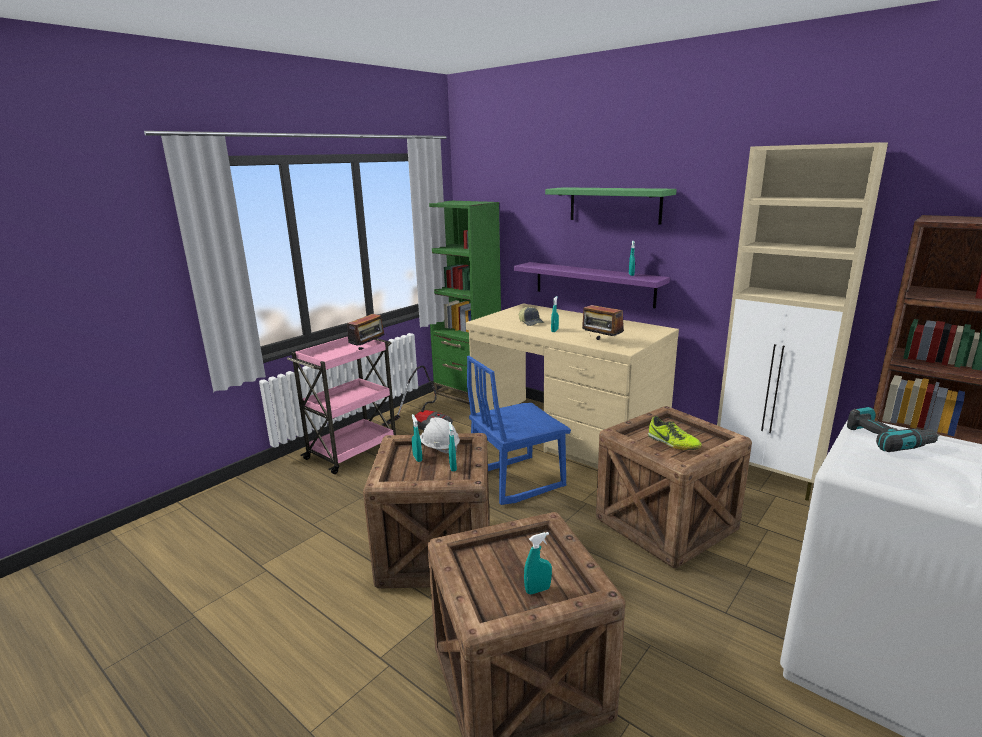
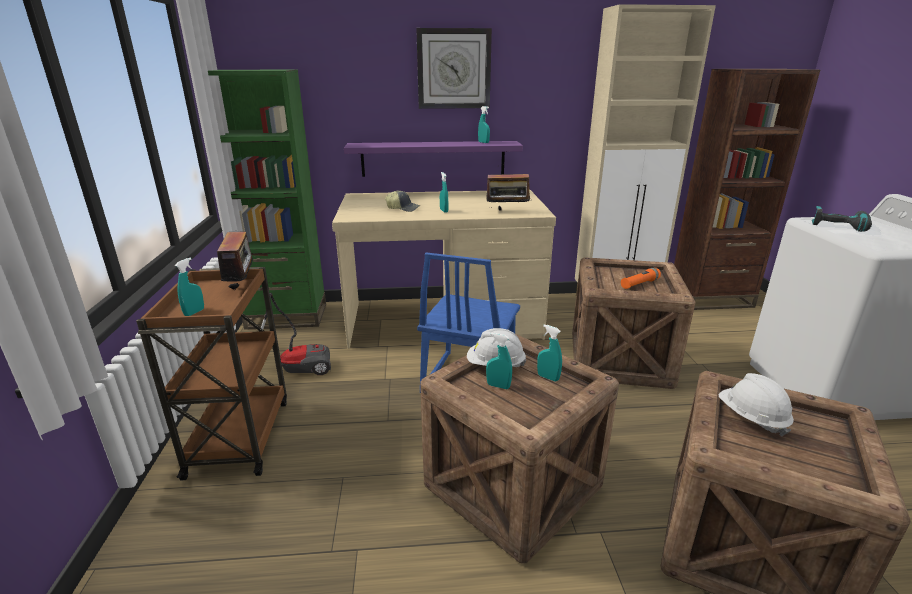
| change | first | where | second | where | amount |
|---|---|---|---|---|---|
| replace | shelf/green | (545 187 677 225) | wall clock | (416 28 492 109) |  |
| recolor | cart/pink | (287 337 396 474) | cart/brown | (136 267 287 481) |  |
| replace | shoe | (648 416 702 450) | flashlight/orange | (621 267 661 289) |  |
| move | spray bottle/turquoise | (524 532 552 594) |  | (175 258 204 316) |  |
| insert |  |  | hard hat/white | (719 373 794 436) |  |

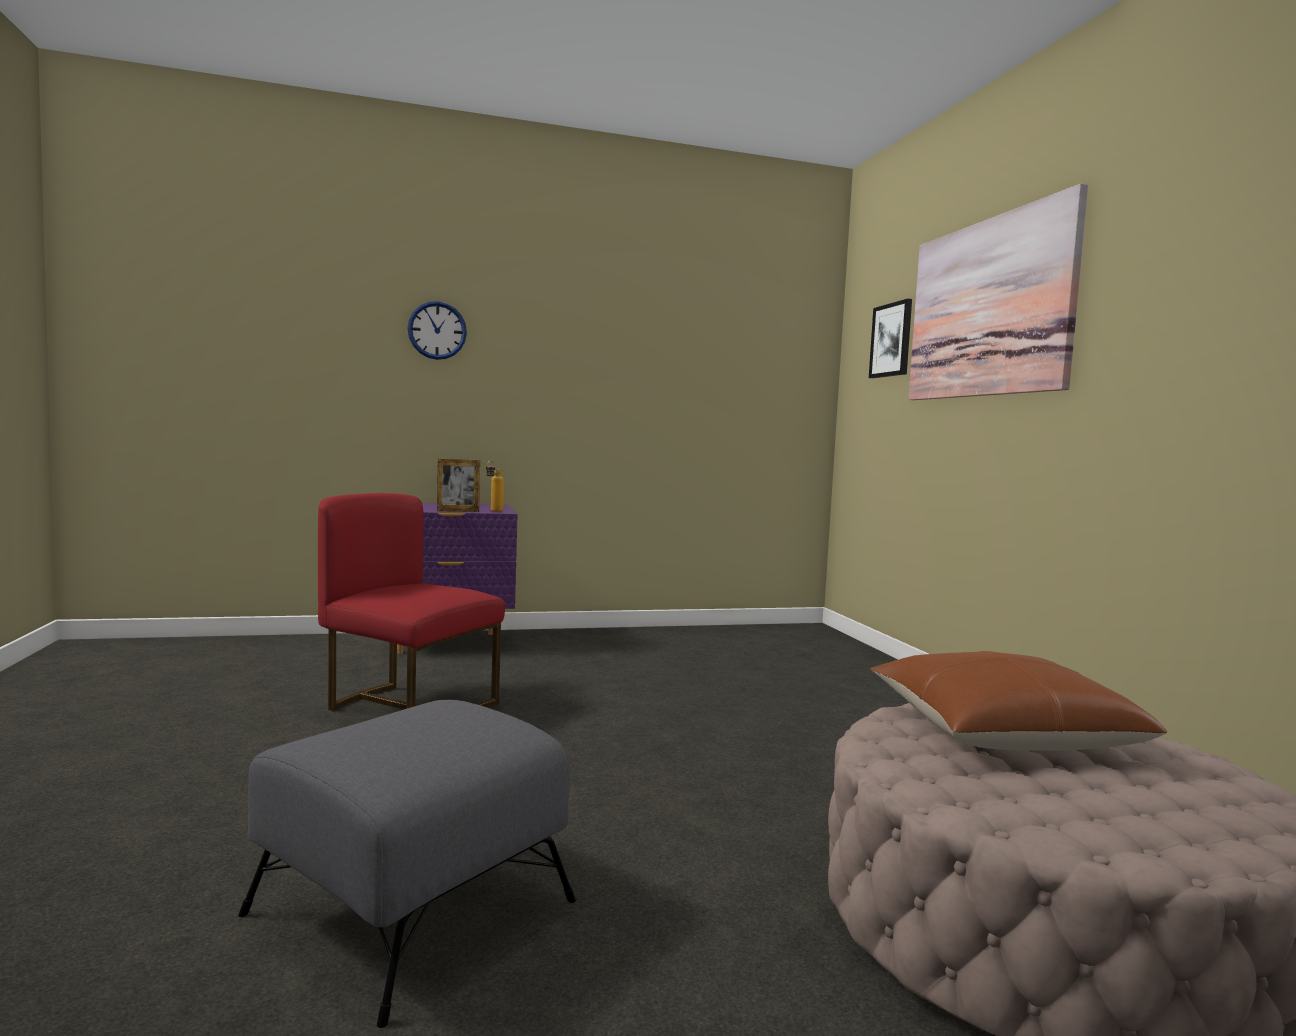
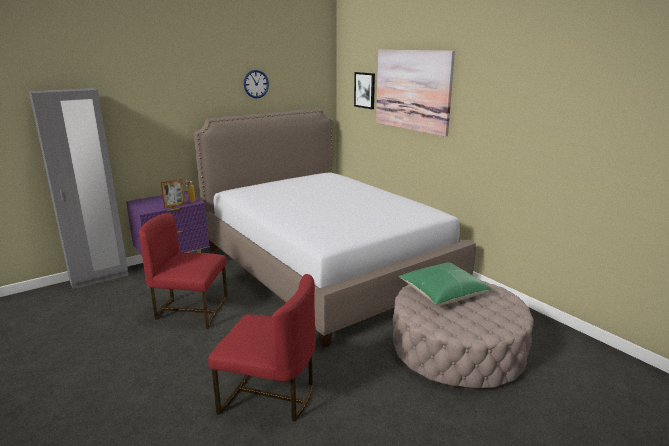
| change | first | where | second | where | amount |
|---|---|---|---|---|---|
| move | wall clock | (407 301 467 360) |  | (244 70 269 98) |  |
| recolor | pillow/brown | (870 651 1168 751) | pillow/green | (398 262 491 306) |  |
| replace | ottoman/grey | (238 700 576 1028) | chair/red | (208 274 316 421) |  |
| insert |  |  | wardrobe/grey | (29 88 129 289) |  |
| insert |  |  | bed | (194 109 476 348) |  |

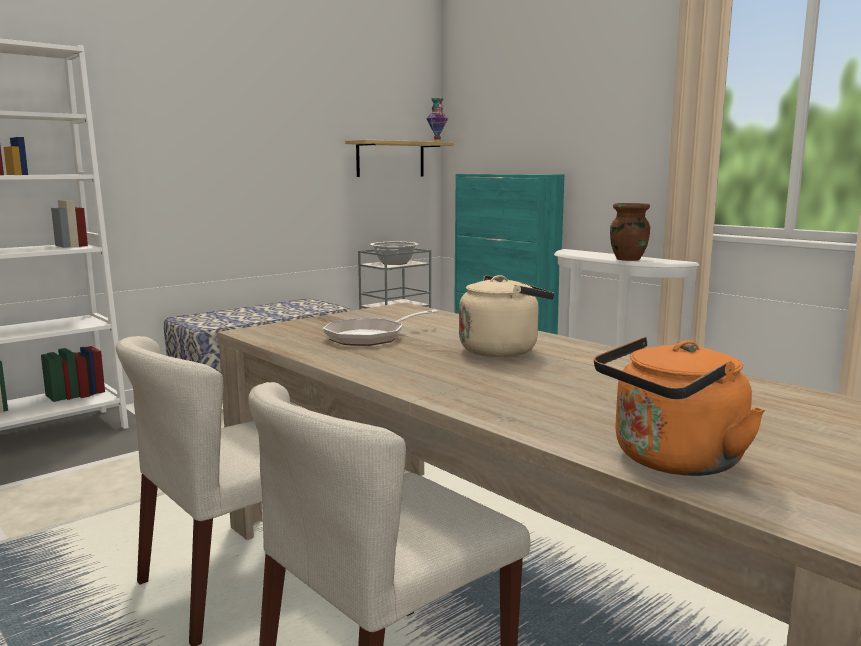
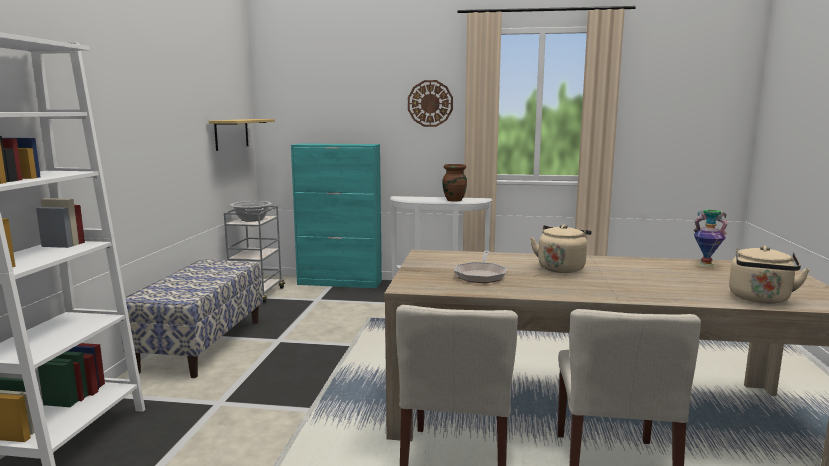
| change | first | where | second | where | amount |
|---|---|---|---|---|---|
| move | vase | (426 98 448 142) |  | (693 210 728 268) |  |
| recolor | kettle/orange | (594 337 765 476) | kettle/beige | (729 246 810 304) |  |
| insert |  |  | wall clock | (408 80 453 127) |  |

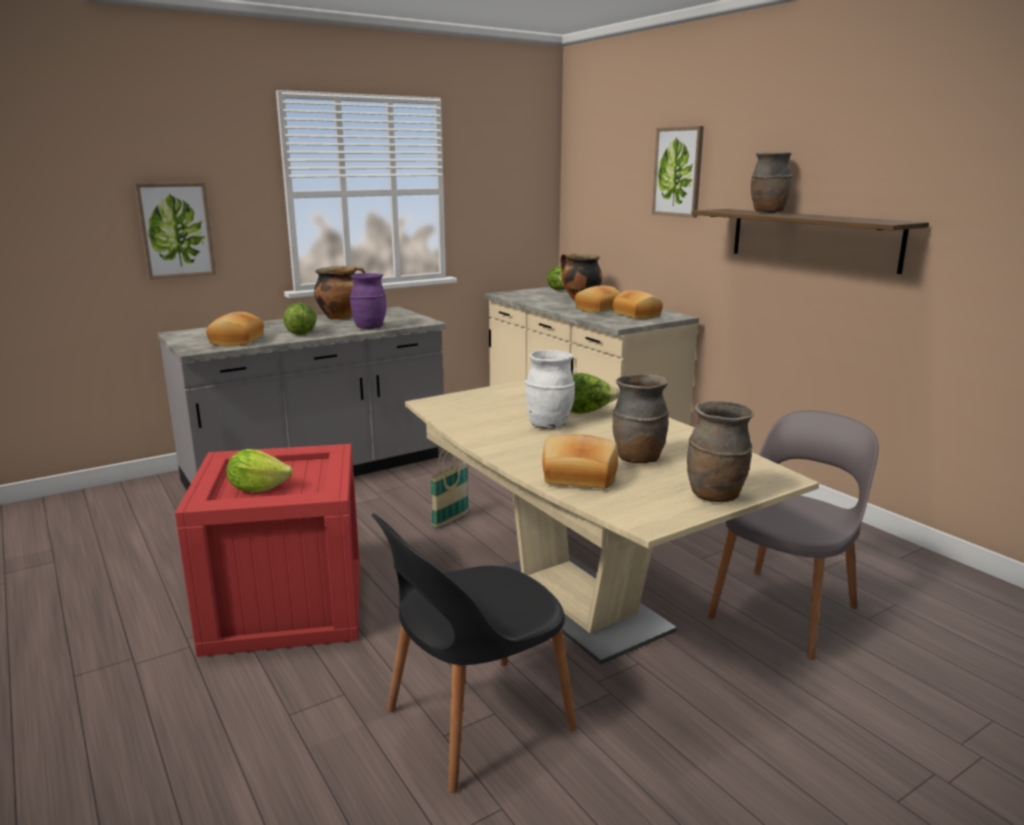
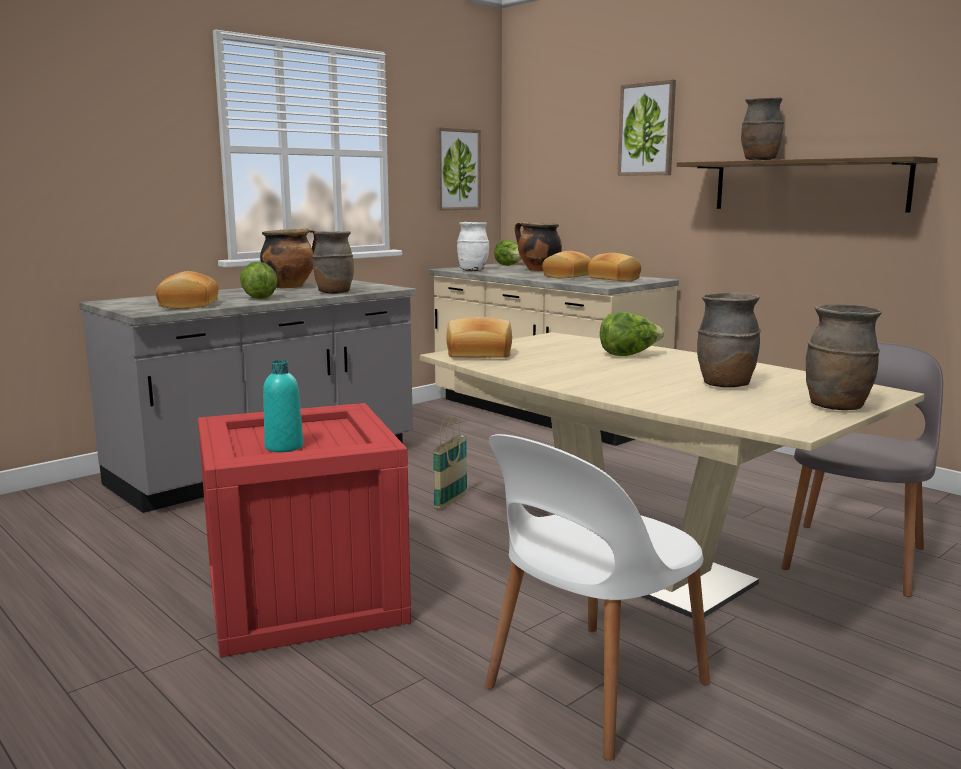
| change | first | where | second | where | amount |
|---|---|---|---|---|---|
| move | picture | (134 182 216 279) |  | (436 127 481 211) |  |
| recolor | vase/purple | (350 273 387 329) | vase/brown | (312 231 354 294) |  |
| move | vase/white | (525 350 575 429) |  | (457 222 489 271) |  |
| move | bread | (542 434 618 489) |  | (446 317 512 358) |  |
| replace | lettuce | (226 449 293 492) | bottle/turquoise | (263 360 303 452) |  |
| recolor | chair/black | (371 513 577 793) | chair/white | (485 434 710 761) |  |

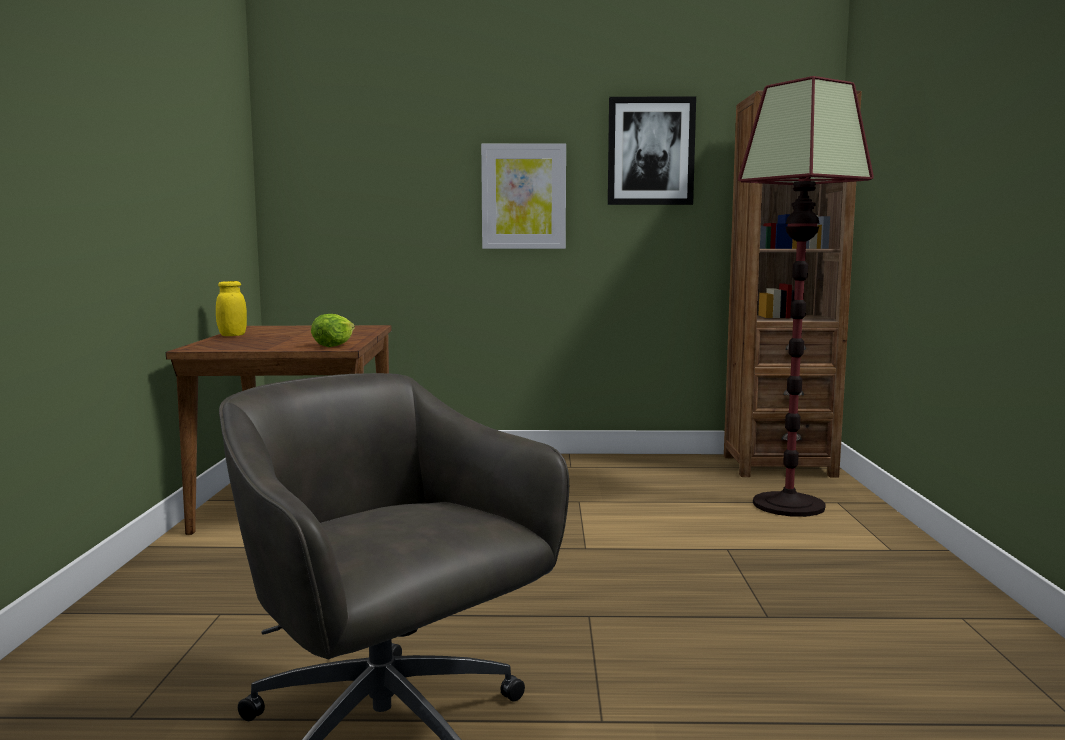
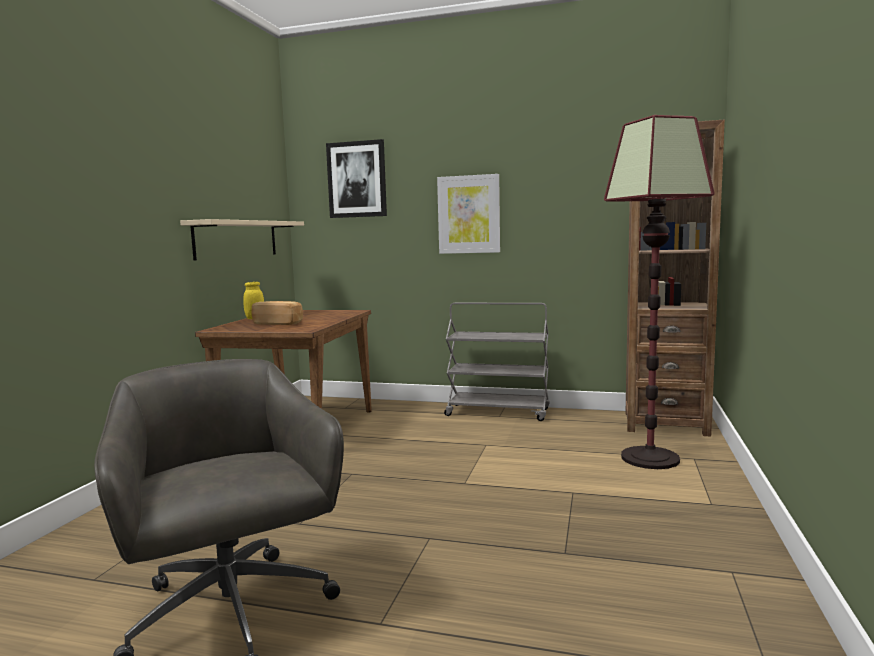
| change | first | where | second | where | amount |
|---|---|---|---|---|---|
| move | picture | (608 97 696 205) |  | (326 139 387 218) |  |
| delete | lettuce | (311 314 355 347) |  |  |  |
| insert |  |  | shelf/beige | (180 219 304 261) |  |
| insert |  |  | bread | (252 301 303 325) |  |
| insert |  |  | cart/grey | (444 303 550 421) |  |

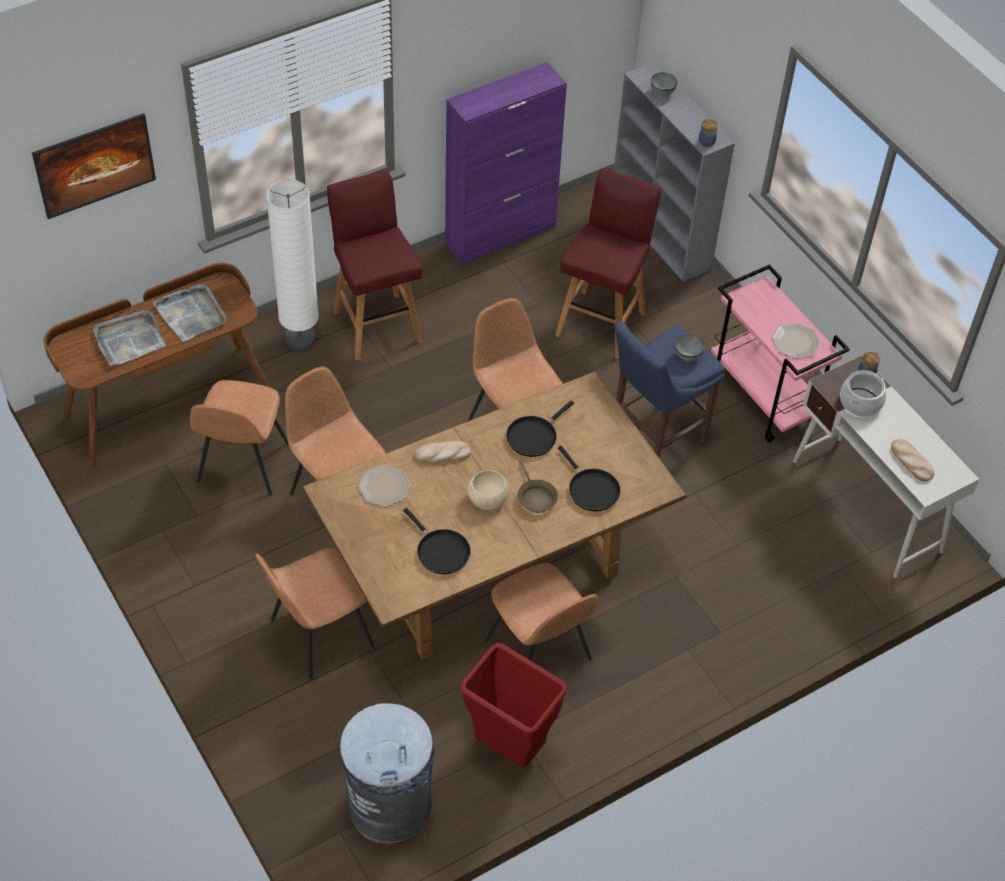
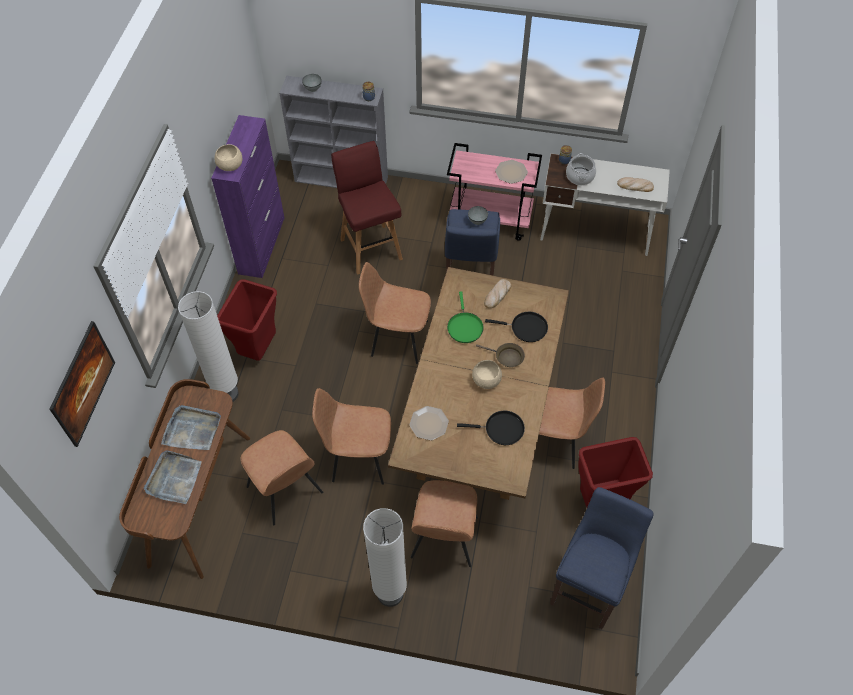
| change | first | where | second | where | amount |
|---|---|---|---|---|---|
| replace | stool/red | (327 171 423 361) | trash can/red | (217 279 277 361) |  |
| recolor | frying pan/black | (506 401 574 457) | frying pan/green | (447 291 484 343) |  |
| move | bread | (414 441 471 463) |  | (484 279 511 308) |  |
| replace | trash can/grey | (340 703 435 844) | stool/blue | (550 487 654 629) |  |
| insert |  |  | bowl/beige | (214 144 242 171) |  |
| insert |  |  | floor lamp/white | (363 508 407 607) |  |

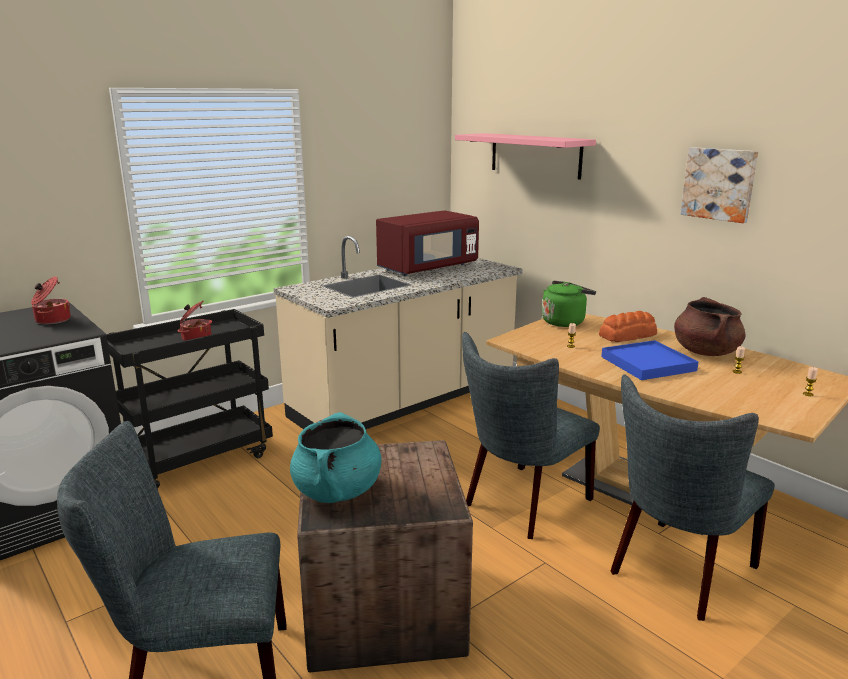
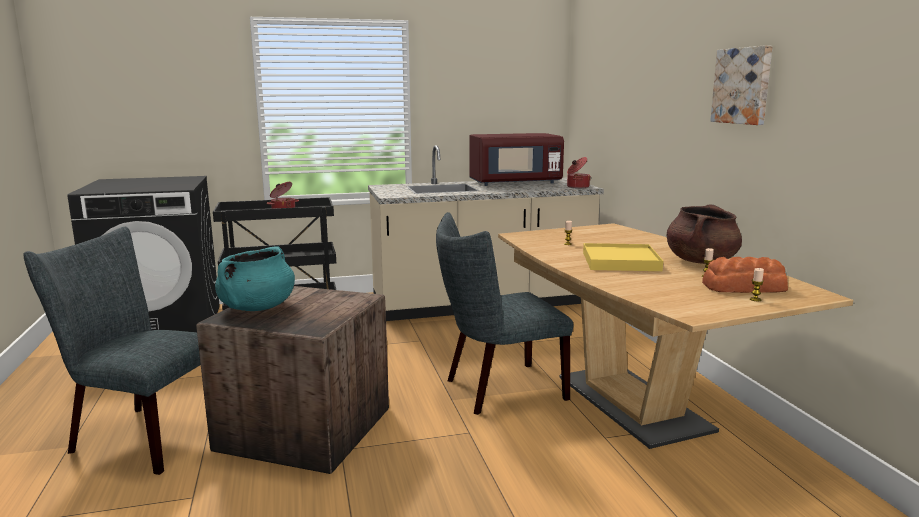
| change | first | where | second | where | amount |
|---|---|---|---|---|---|
| delete | shelf/pink | (455 133 596 180) |  |  |  |
| move | cooking pot | (31 276 71 325) |  | (567 157 591 189) |  |
| delete | kettle/green | (542 281 596 327) |  |  |  |
| move | bread | (599 311 657 342) |  | (702 257 788 293) |  |
| recolor | tray/blue | (601 340 699 380) | tray/yellow | (583 243 663 271) |  |
| delete | chair/grey | (611 374 775 621) |  |  |  |

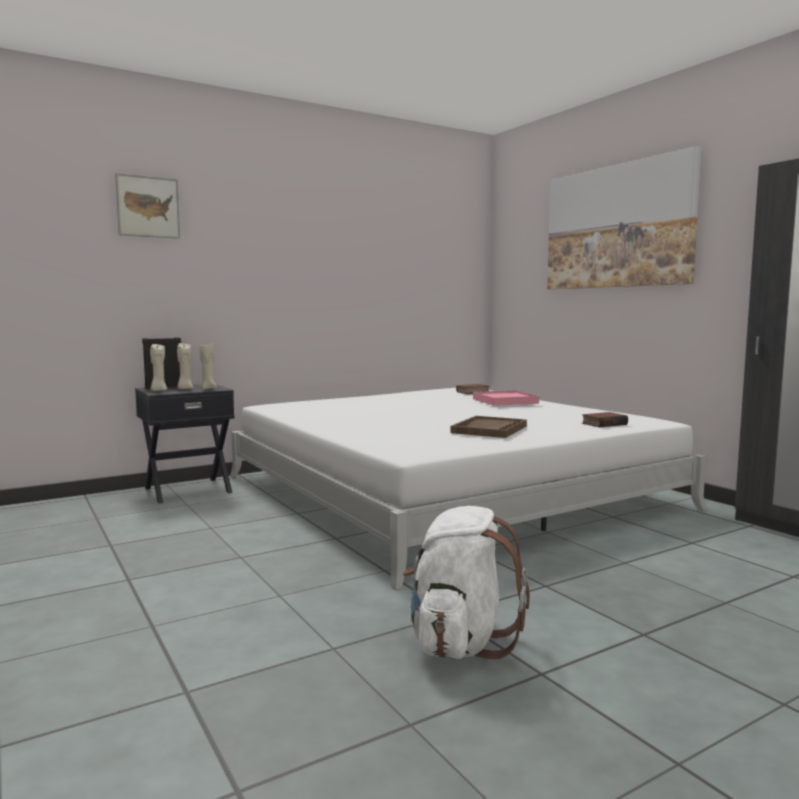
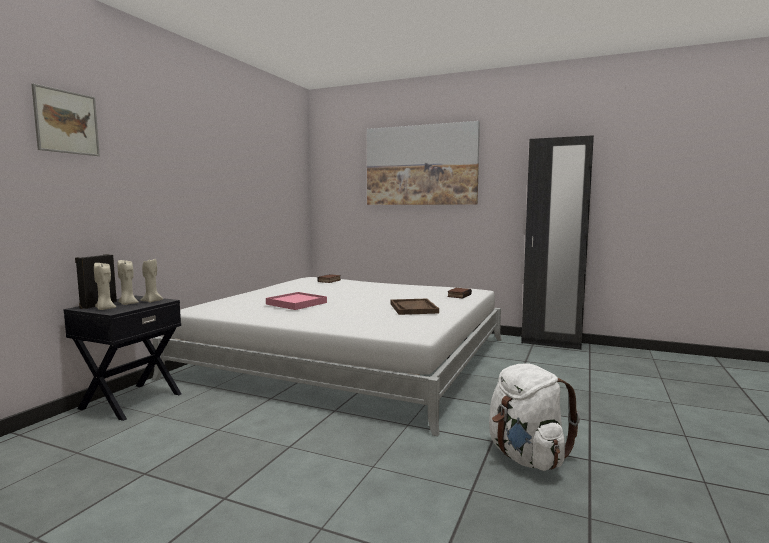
| change | first | where | second | where | amount |
|---|---|---|---|---|---|
| move | tray/pink | (473 390 539 406) |  | (266 292 327 310) |  |

